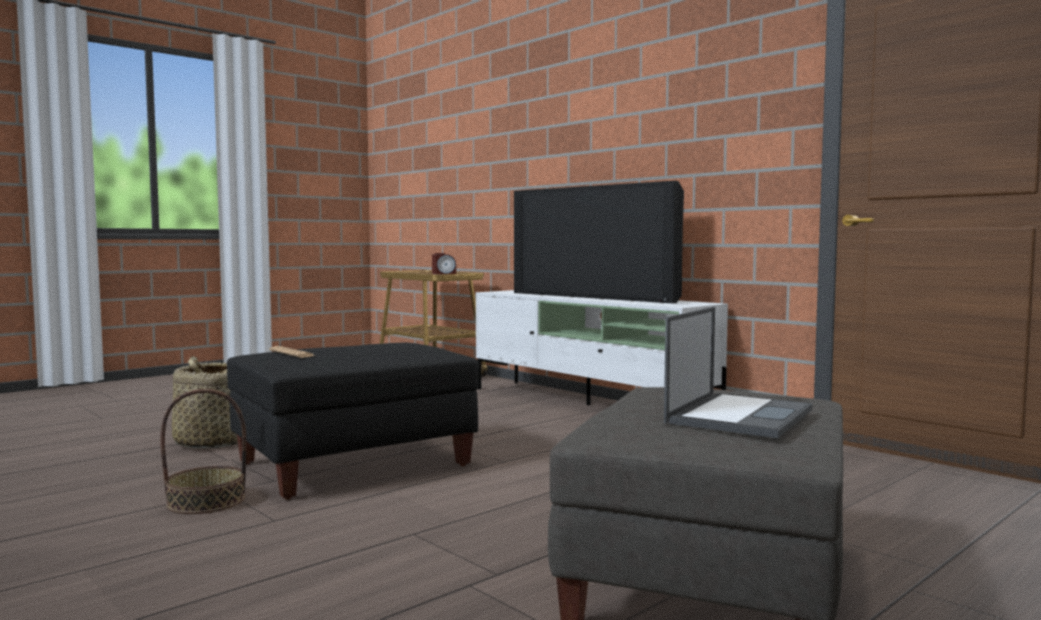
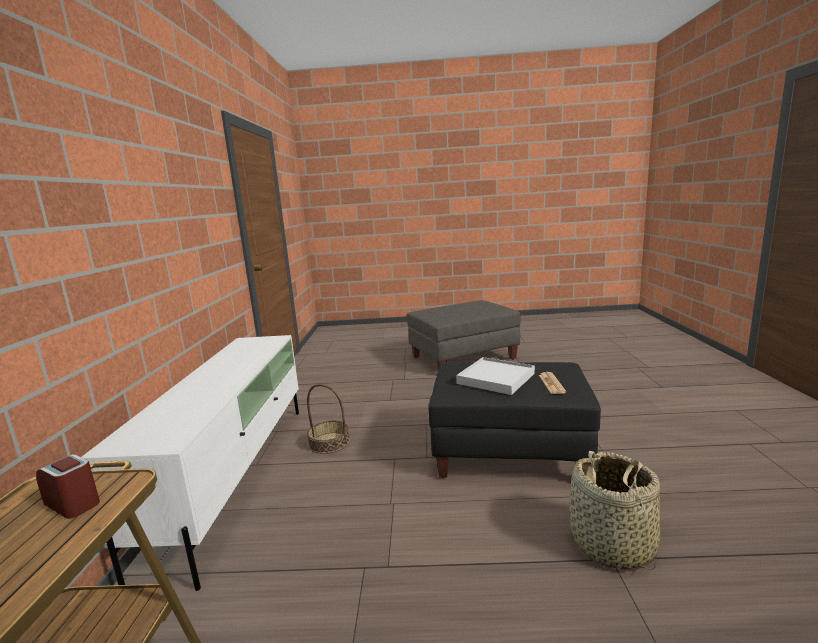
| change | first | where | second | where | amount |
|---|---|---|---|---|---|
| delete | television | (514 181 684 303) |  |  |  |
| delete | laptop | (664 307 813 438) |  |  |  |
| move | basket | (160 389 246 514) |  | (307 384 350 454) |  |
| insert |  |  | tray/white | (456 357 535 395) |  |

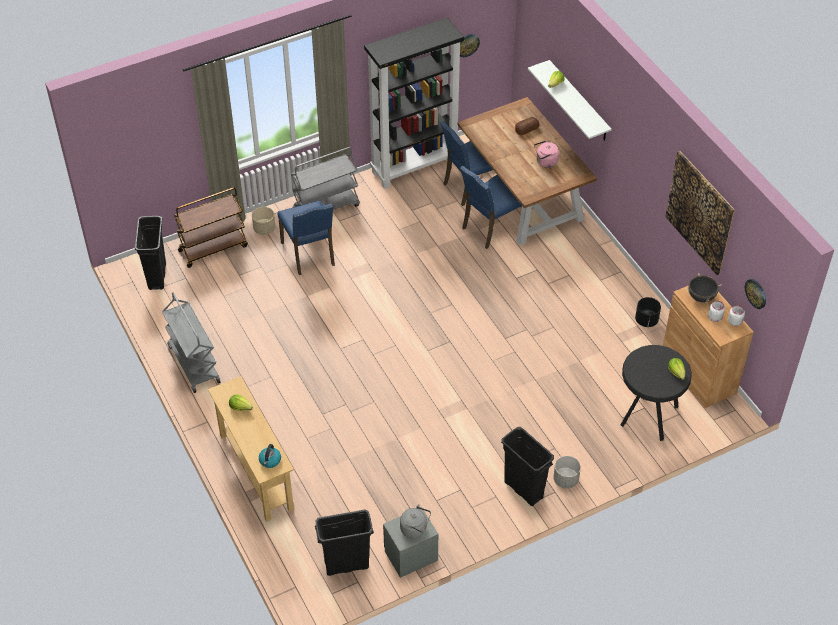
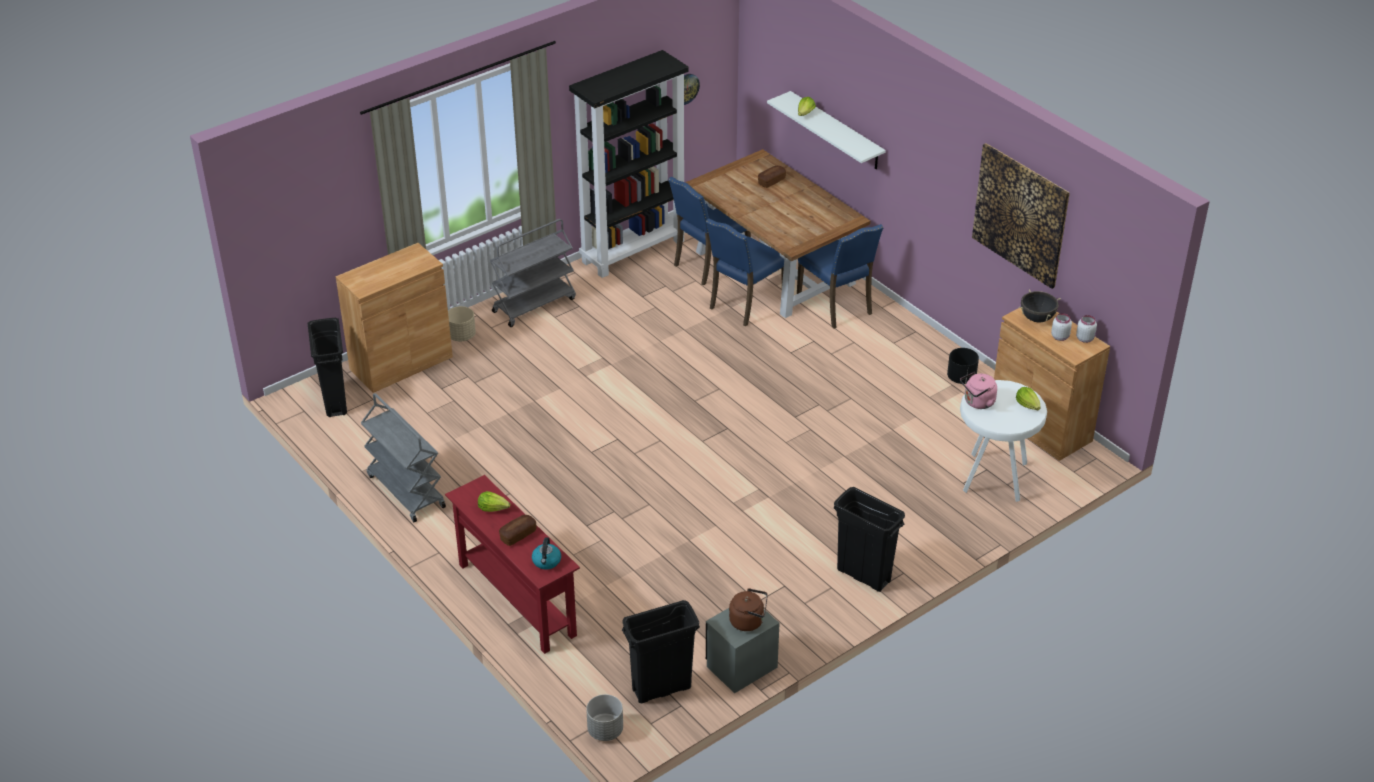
| change | first | where | second | where | amount |
|---|---|---|---|---|---|
| move | kettle/pink | (534 141 559 168) |  | (960 372 997 409) |  |
| replace | cart/brown | (174 188 248 268) | cabinet/brown | (336 243 453 393) |  |
| move | chair/blue | (278 201 335 275) |  | (797 224 883 328) |  |
| delete | wall clock | (745 279 766 309) |  |  |  |
| recolor | stool/black | (621 345 692 441) | stool/white | (960 380 1047 502) |  |
| recolor | console table/beige | (208 376 294 522) | console table/red | (445 475 580 654) |  |
| move | planter/grey | (553 456 581 489) |  | (586 694 623 741) |  |
| recolor | kettle/grey | (400 504 431 539) | kettle/brown | (729 588 768 631) |  |
| insert |  |  | bread | (499 515 537 546) |  |

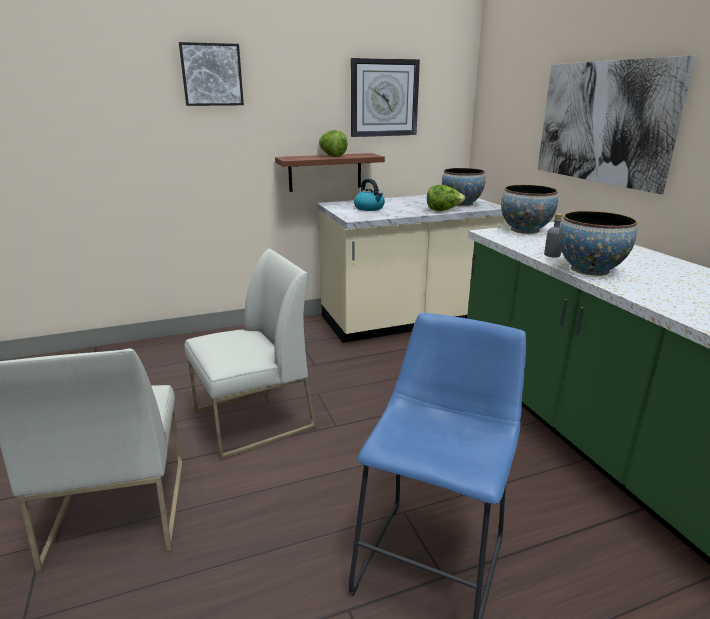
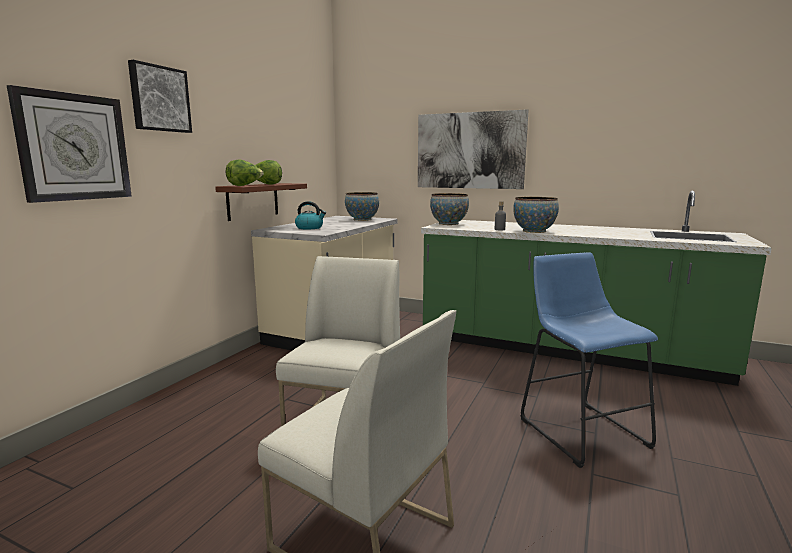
| change | first | where | second | where | amount |
|---|---|---|---|---|---|
| move | wall clock | (351 58 420 137) |  | (7 85 132 203) |  |
| move | lettuce | (427 185 465 211) |  | (226 159 264 186) |  |

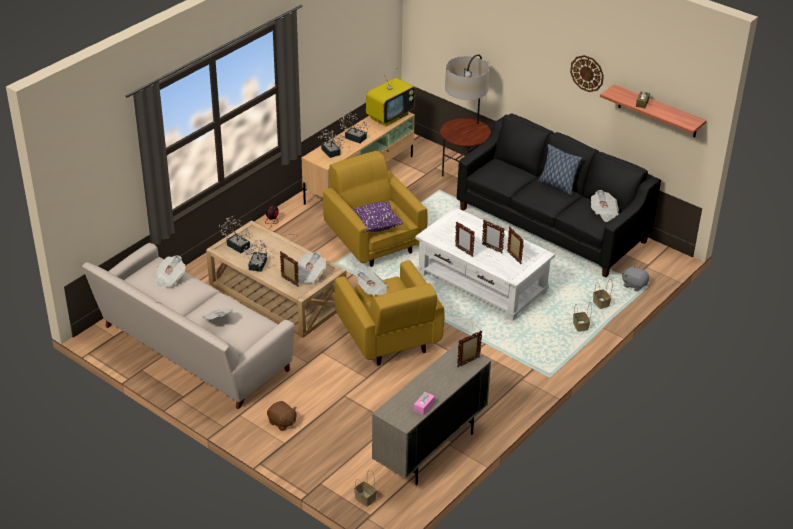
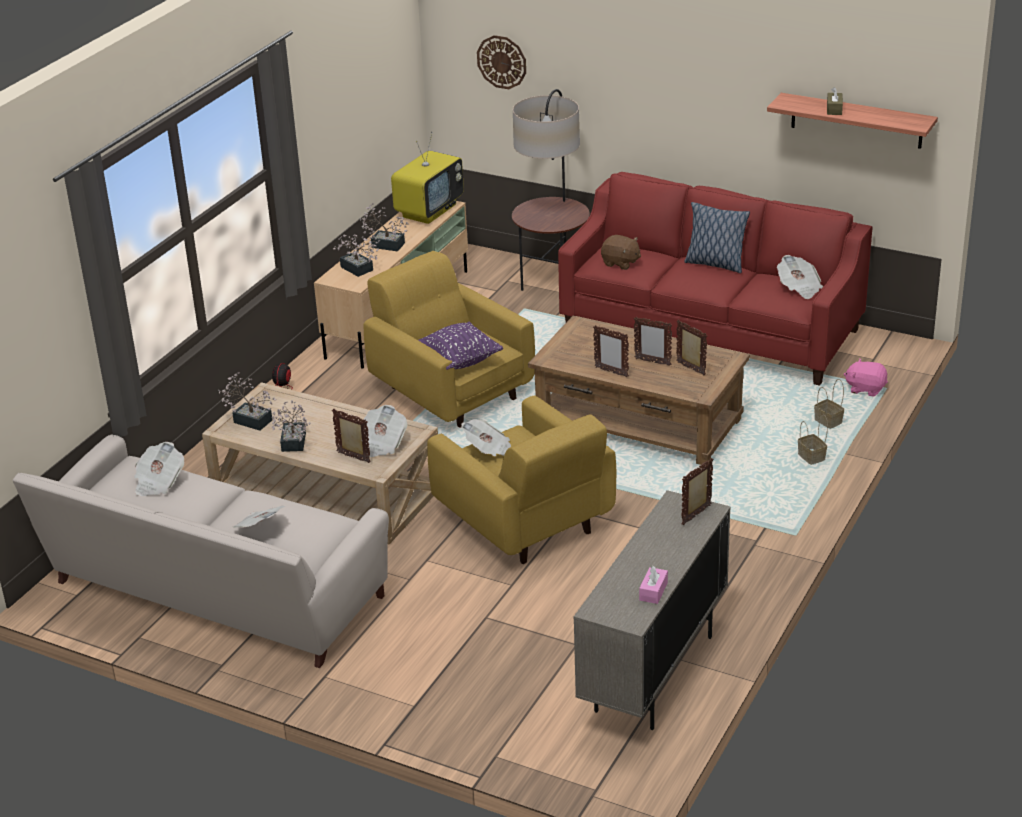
| change | first | where | second | where | amount |
|---|---|---|---|---|---|
| move | wall clock | (570 55 604 92) |  | (477 35 526 89) |  |
| recolor | sofa/black | (457 114 661 278) | sofa/red | (558 172 872 386) |  |
| recolor | coffee table/white | (415 207 555 321) | coffee table/brown | (528 316 750 465) |  |
| recolor | plush toy/grey | (622 265 649 291) | plush toy/pink | (844 359 888 397) |  |
| move | plush toy/brown | (267 401 297 431) |  | (601 235 641 270) |  |
| delete | basket | (354 470 377 507) |  |  |  |

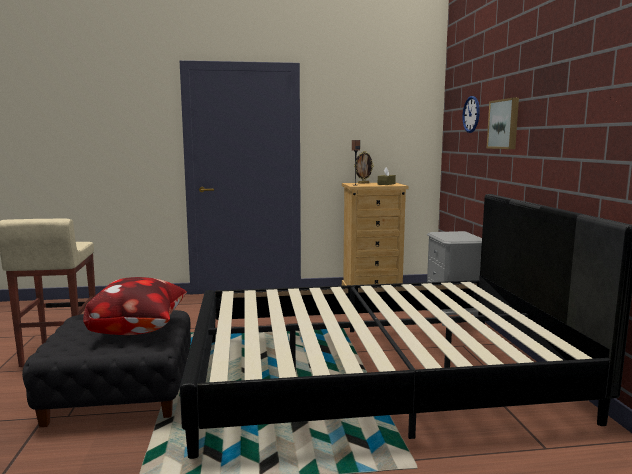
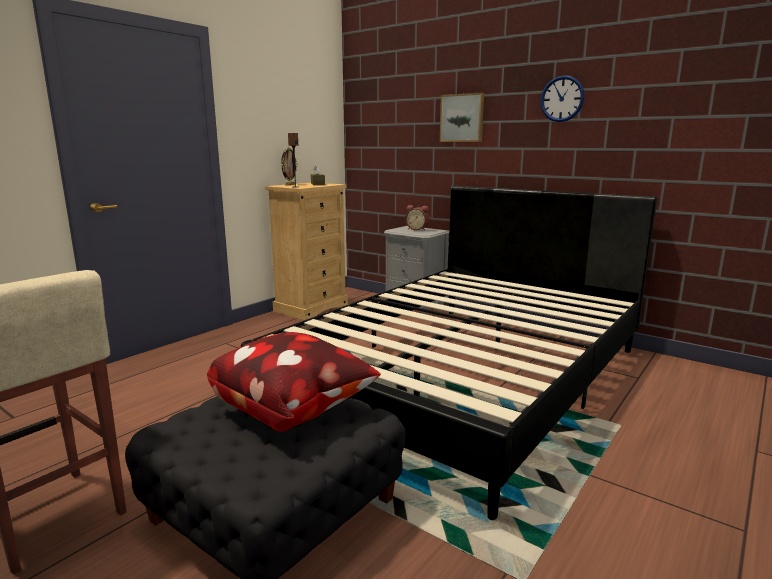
| change | first | where | second | where | amount |
|---|---|---|---|---|---|
| move | wall clock | (463 96 480 133) |  | (540 75 585 122) |  |
| insert |  |  | alarm clock | (405 205 429 230) |  |

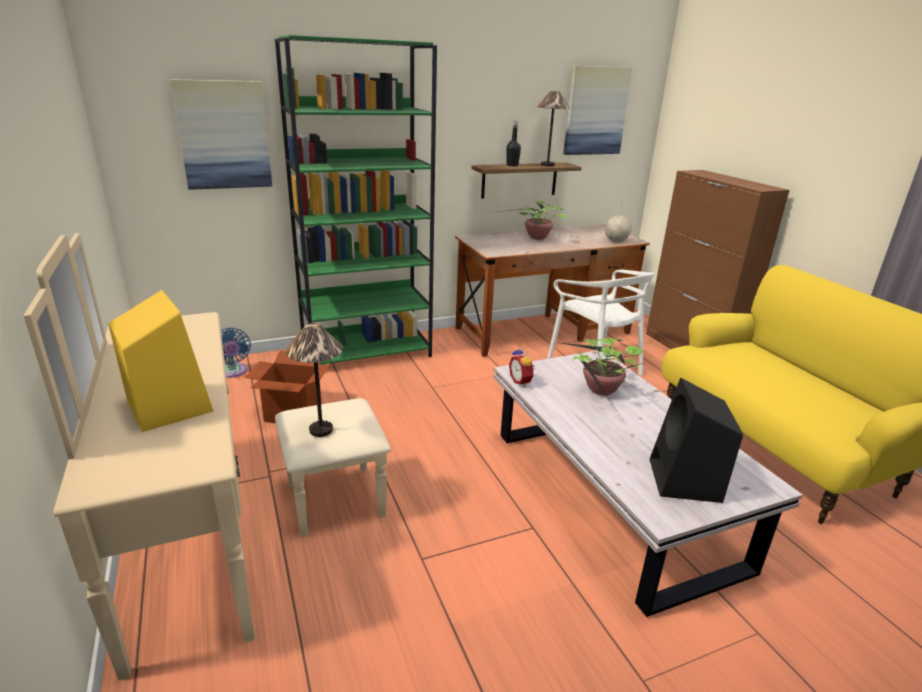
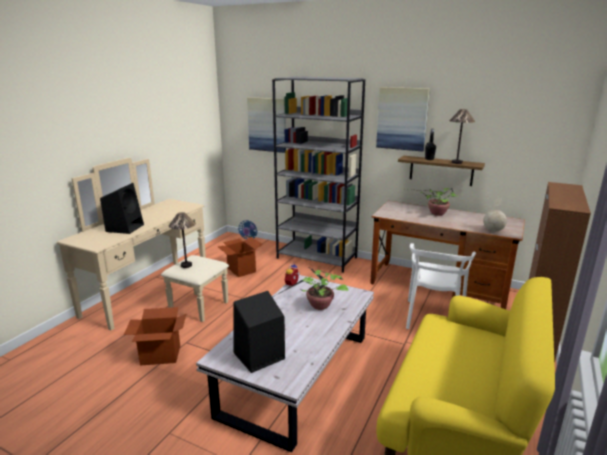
| change | first | where | second | where | amount |
|---|---|---|---|---|---|
| recolor | bookcase/green | (275 35 437 365) | bookcase/grey | (272 77 365 273) |  |
| move | picture | (563 66 632 155) |  | (376 87 430 152) |  |
| recolor | speaker/yellow | (108 290 213 432) | speaker/black | (100 183 144 234) |  |
| insert |  |  | cardboard box | (124 307 186 366) |  |

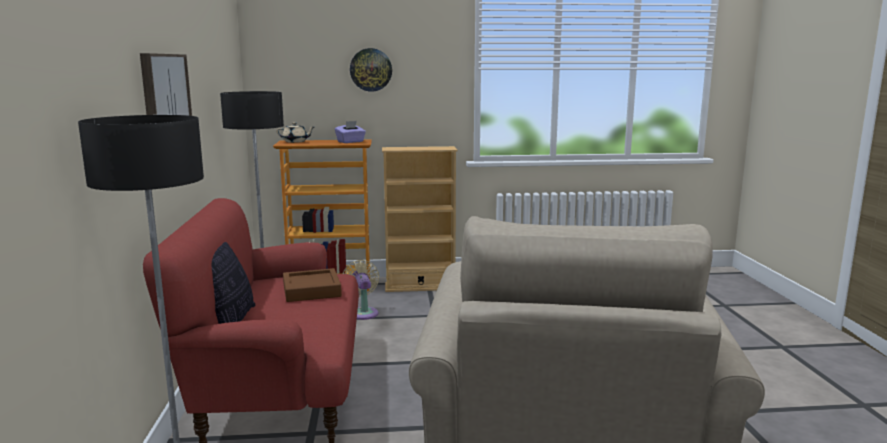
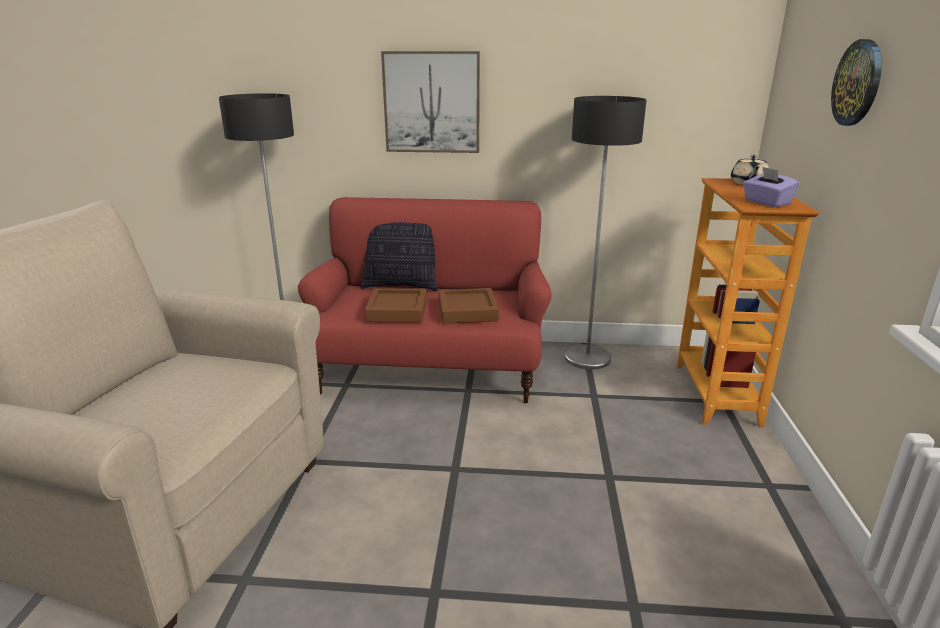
| change | first | where | second | where | amount |
|---|---|---|---|---|---|
| delete | bookcase/beige | (382 146 458 292) |  |  |  |
| delete | fan/beige | (342 260 379 320) |  |  |  |
| insert |  |  | tray/brown | (365 289 427 322) |  |

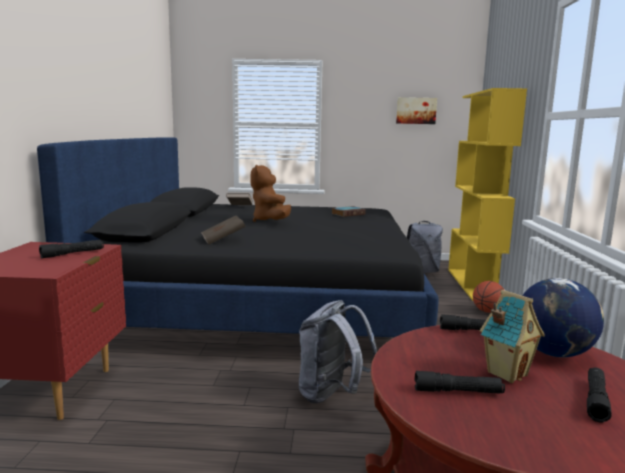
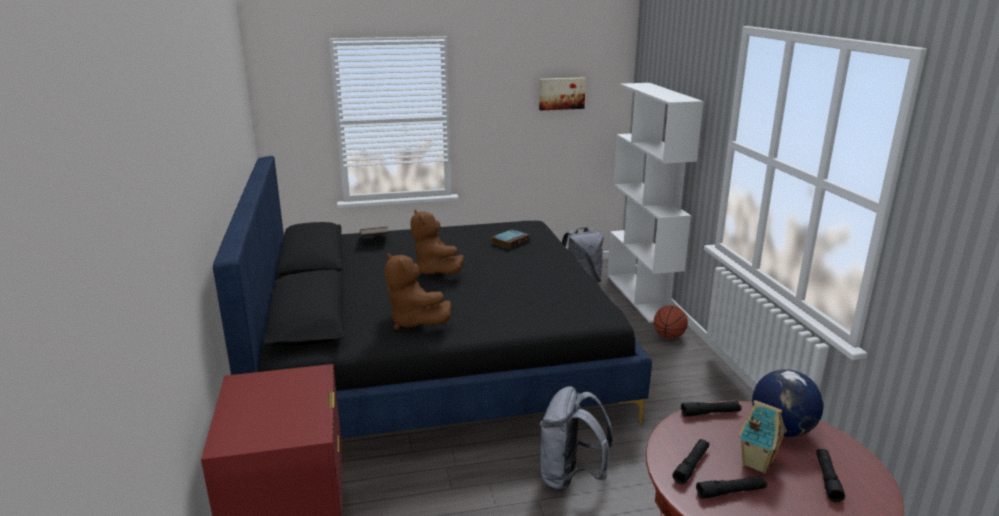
| change | first | where | second | where | amount |
|---|---|---|---|---|---|
| recolor | bookcase/yellow | (448 88 527 301) | bookcase/white | (608 83 704 323) |  |
| replace | book/brown | (201 216 246 245) | plush toy/brown | (384 253 452 330) |  |
| move | flashlight/black | (39 240 104 258) |  | (672 439 709 484) |  |

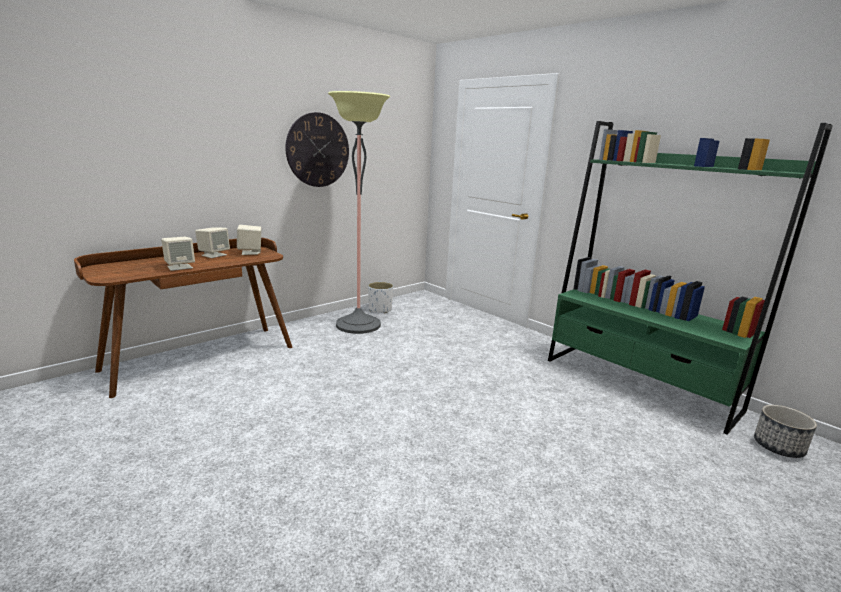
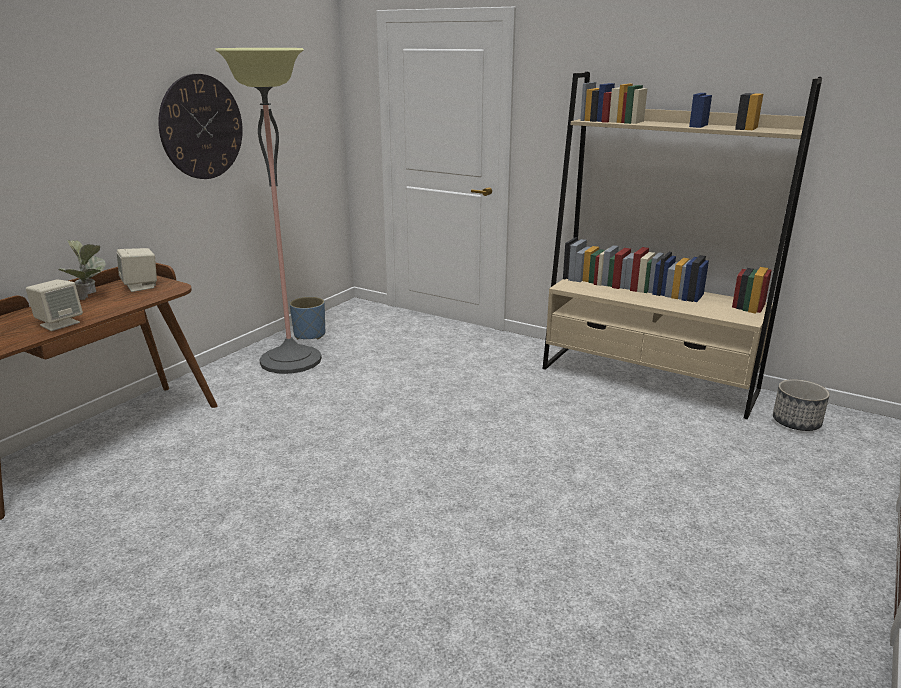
| change | first | where | second | where | amount |
|---|---|---|---|---|---|
| recolor | bookcase/green | (548 121 832 435) | bookcase/beige | (542 72 822 419) |  |
| replace | speaker/beige | (195 227 230 258) | potted plant | (59 240 106 300) |  |
| recolor | planter/white | (368 282 393 314) | planter/blue | (290 297 325 339) |  |

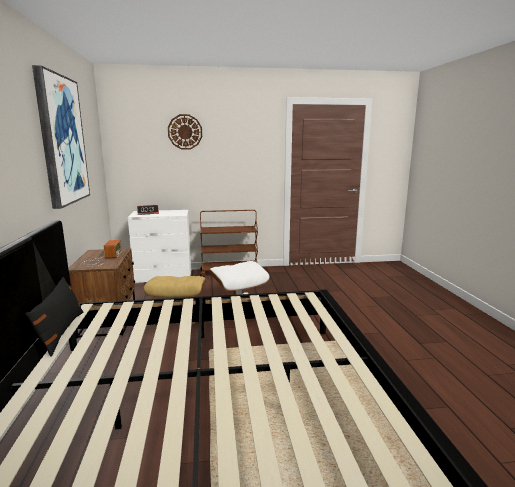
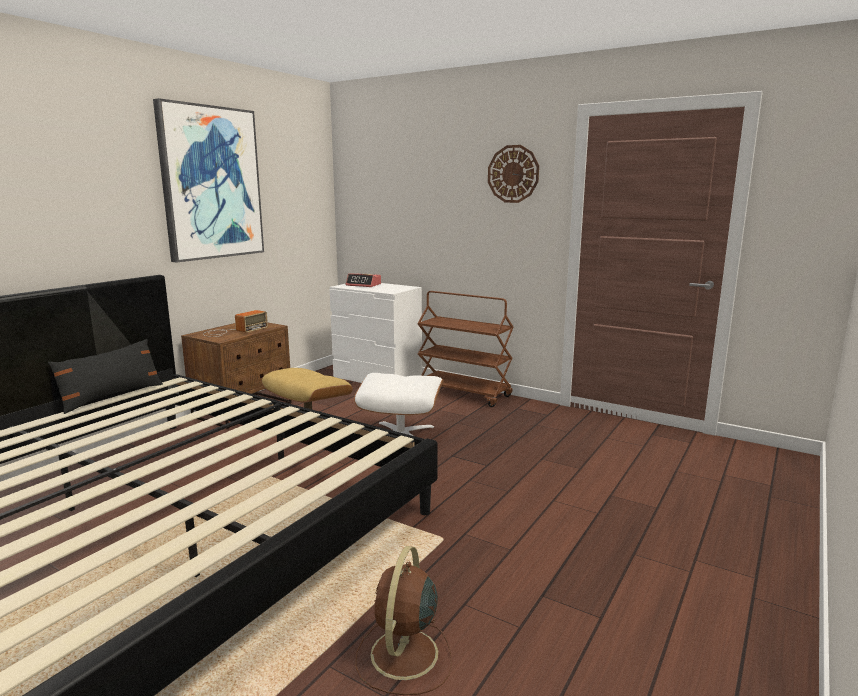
| change | first | where | second | where | amount |
|---|---|---|---|---|---|
| move | wall clock | (168 114 202 150) |  | (488 145 539 203) |  |
| insert |  |  | fan/brown | (355 546 452 695) |  |

